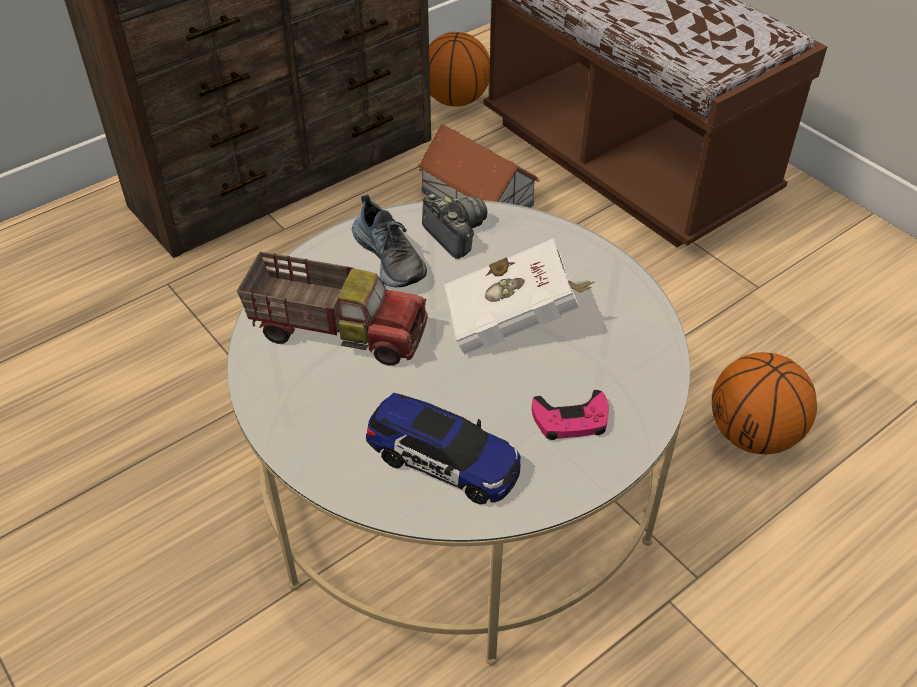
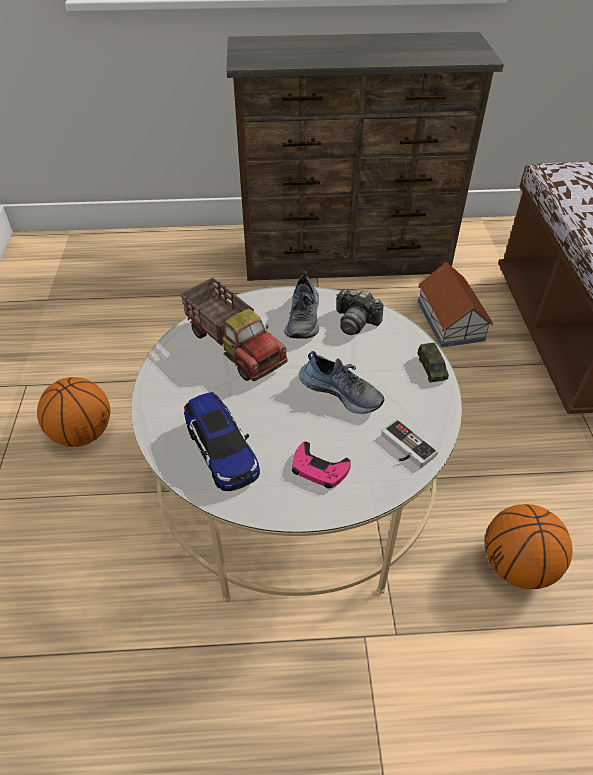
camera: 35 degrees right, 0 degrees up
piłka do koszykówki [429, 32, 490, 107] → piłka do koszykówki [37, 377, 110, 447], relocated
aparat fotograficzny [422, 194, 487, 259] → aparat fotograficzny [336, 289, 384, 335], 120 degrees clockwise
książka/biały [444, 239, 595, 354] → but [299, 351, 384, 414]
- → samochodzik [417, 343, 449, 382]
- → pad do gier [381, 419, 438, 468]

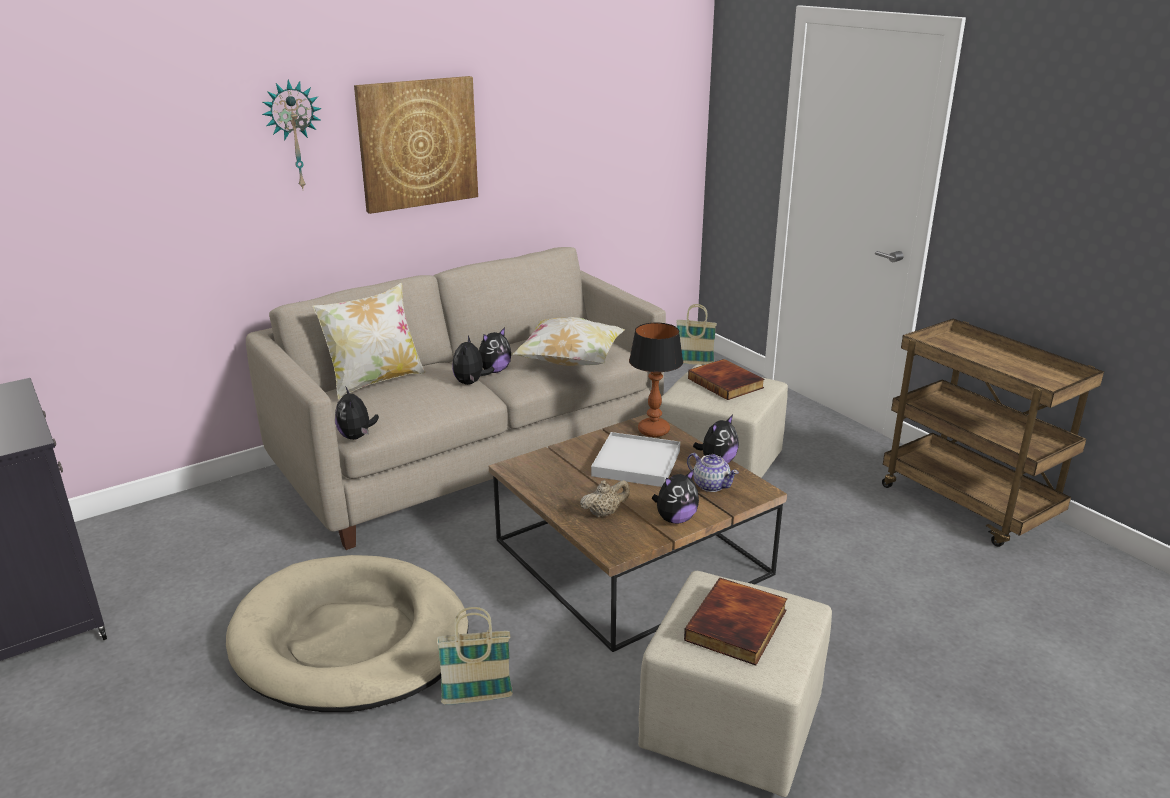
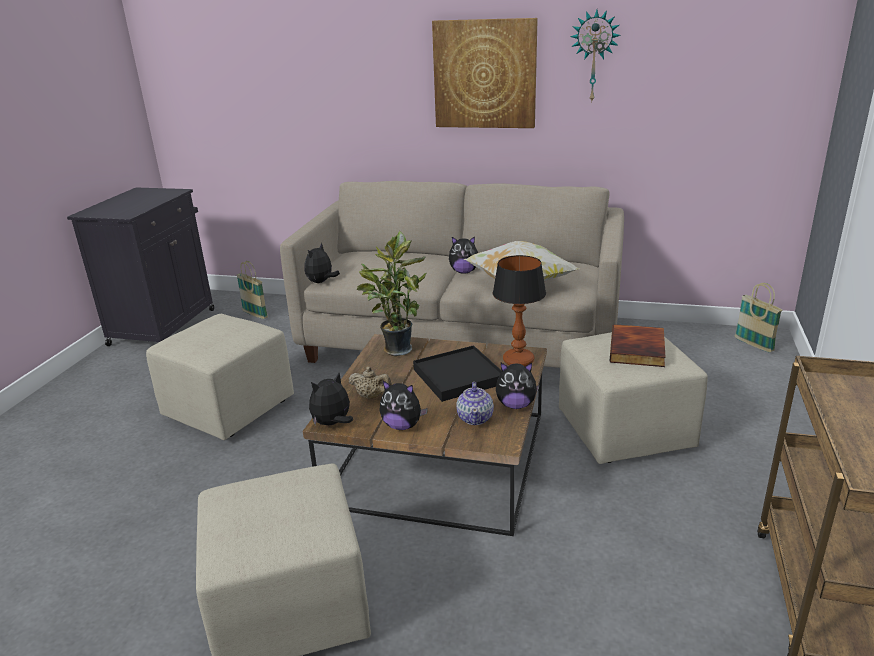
camera: 50 degrees right, 0 degrees up
zegar ścienny [262, 79, 322, 189] → zegar ścienny [570, 10, 621, 103], relocated
poduszka [313, 283, 425, 399] → -
pluszak [452, 335, 495, 385] → pluszak [309, 373, 353, 425], relocated
taca/biały [591, 432, 680, 487] → taca/czarny [413, 345, 502, 402]
legowisko/beżowy [226, 555, 468, 712] → pufa/beżowy [146, 314, 294, 440]
książka [684, 578, 787, 666] → -
koszyk [437, 607, 513, 705] → koszyk [236, 261, 268, 319], relocated
- → roślina doniczkowa [357, 231, 427, 356]

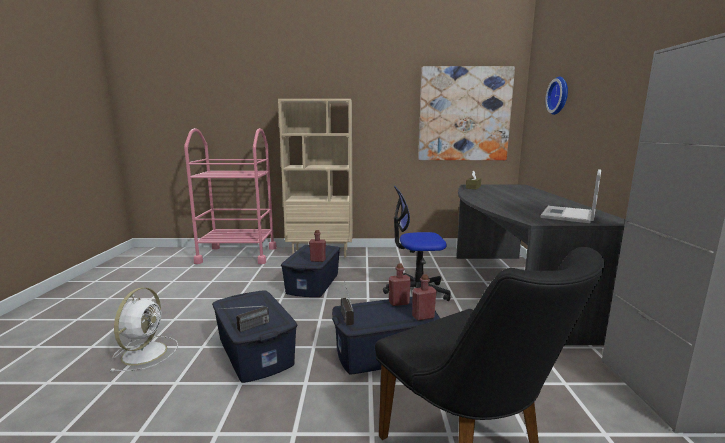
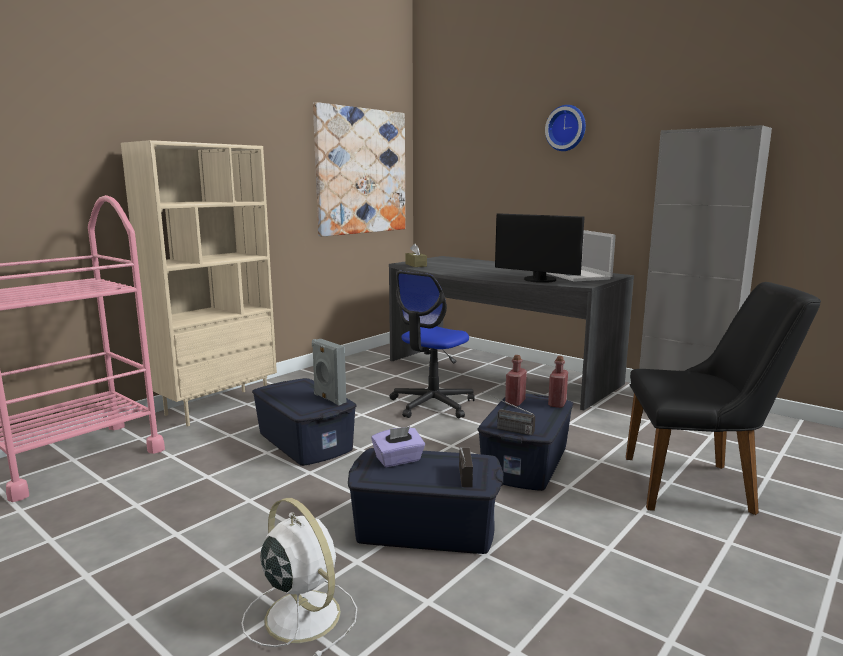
camera: 50 degrees left, 0 degrees up
zegar ścienny [545, 77, 568, 115] → zegar ścienny [545, 105, 586, 151], relocated
butelka/czerwony [309, 230, 326, 262] → głośnik/szary [312, 339, 346, 406]
- → monitor [495, 213, 584, 283]
- → pudełko chusteczek/fioletowy [371, 426, 425, 467]

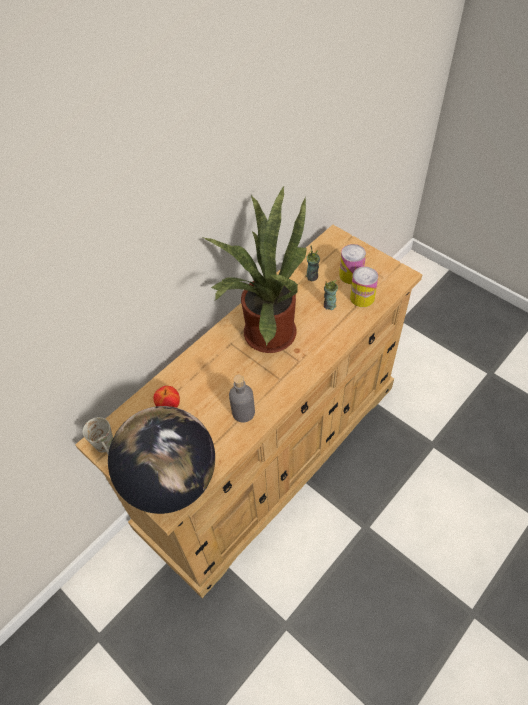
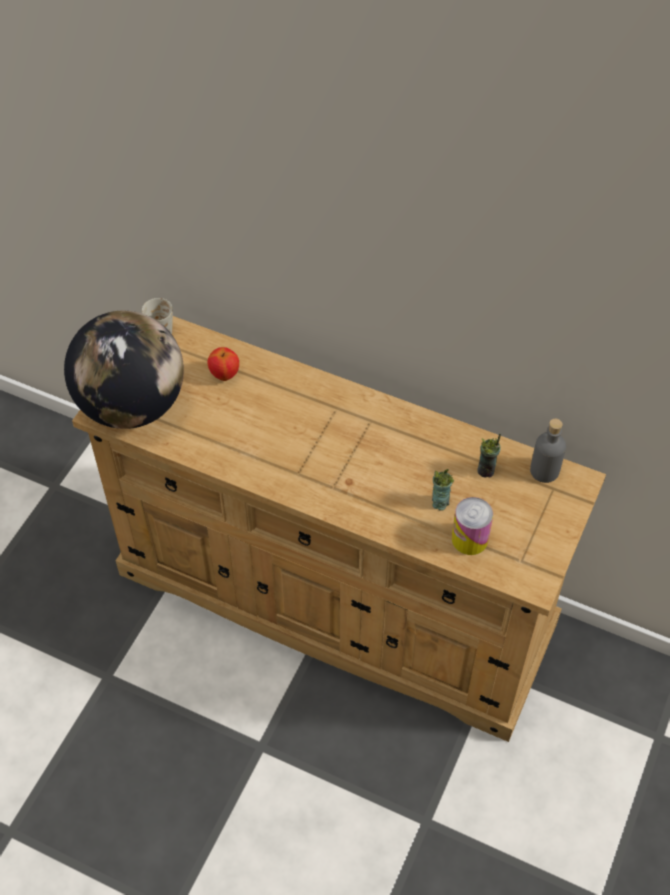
camera: 70 degrees right, 0 degrees up
roślina doniczkowa [204, 185, 307, 353] → -
puszka [339, 244, 366, 284] → -
butelka/szary [229, 375, 255, 423] → butelka/szary [530, 419, 566, 483], relocated

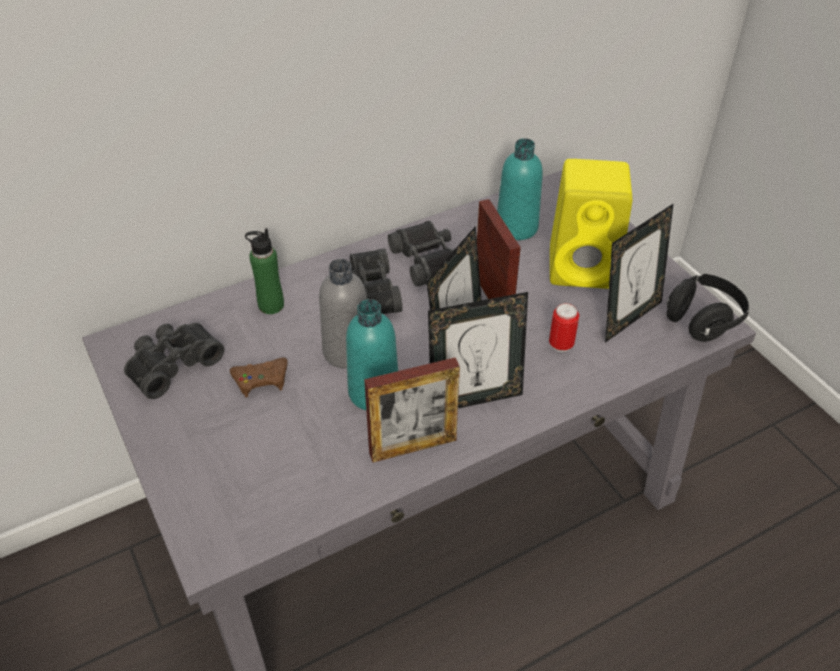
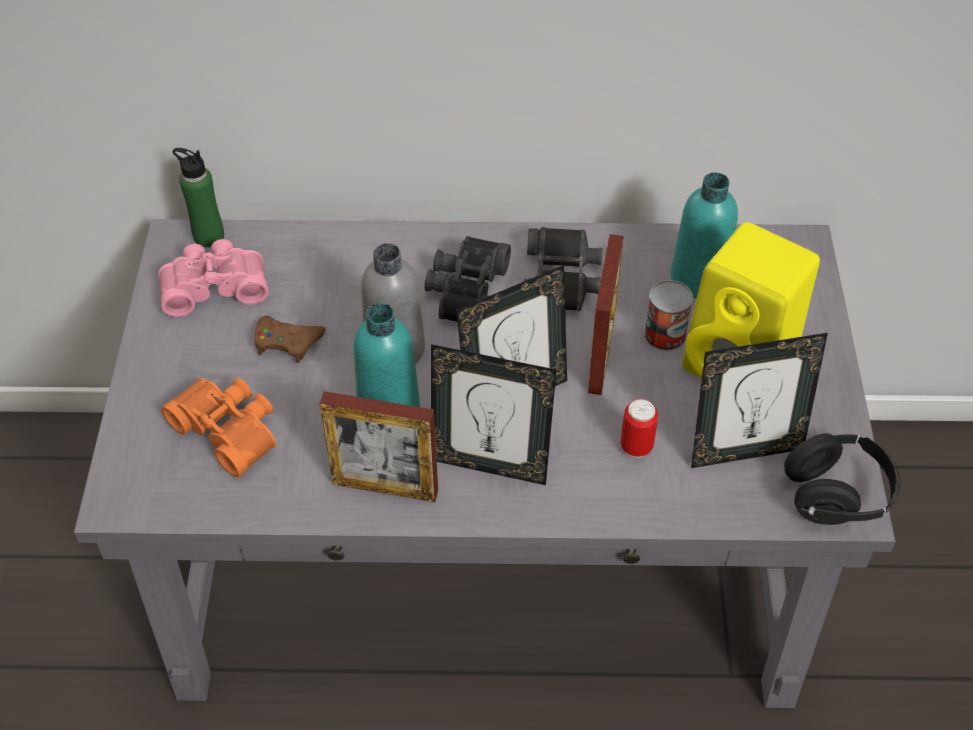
camera: 30 degrees right, 5 degrees up
butelka/zielony [245, 228, 284, 314] → butelka/zielony [173, 148, 224, 247], relocated
lornetka/czarny [124, 323, 224, 399] → lornetka/różowy [158, 239, 269, 317]
- → puszka [644, 280, 693, 351]
- → lornetka/pomarańczowy [161, 378, 276, 478]

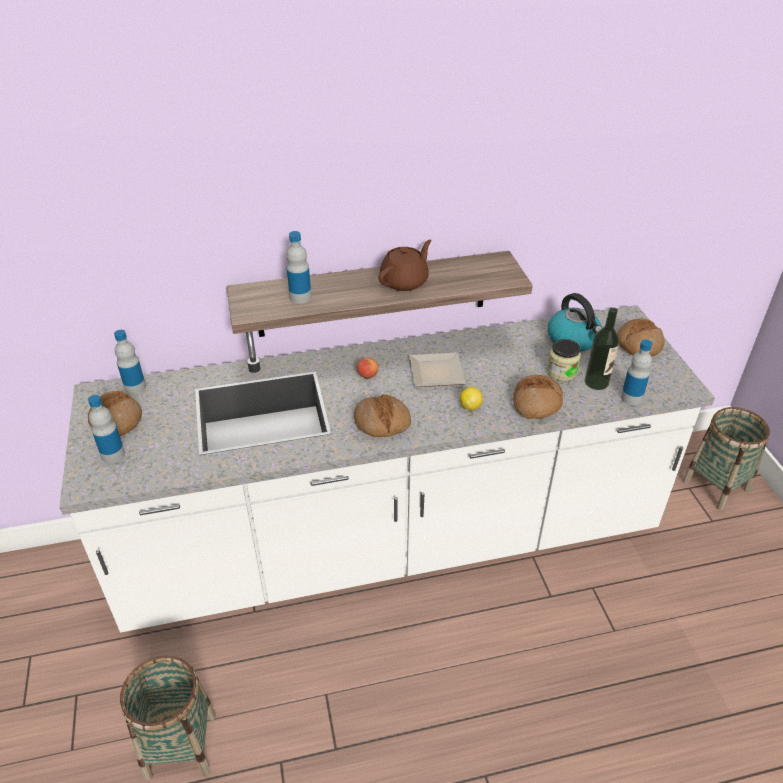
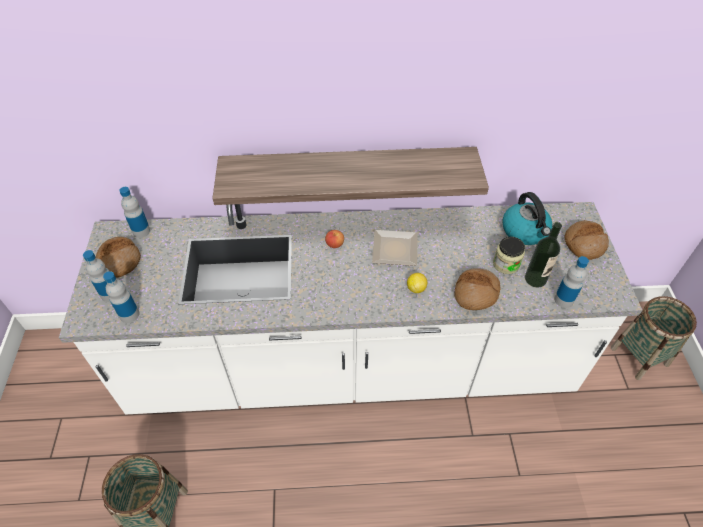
camera: 10 degrees right, 10 degrees up
butelka [286, 231, 312, 304] → butelka [103, 271, 140, 323], relocated
imbryk/brązowy [378, 240, 432, 291] → -
chleb [354, 394, 411, 437] → -

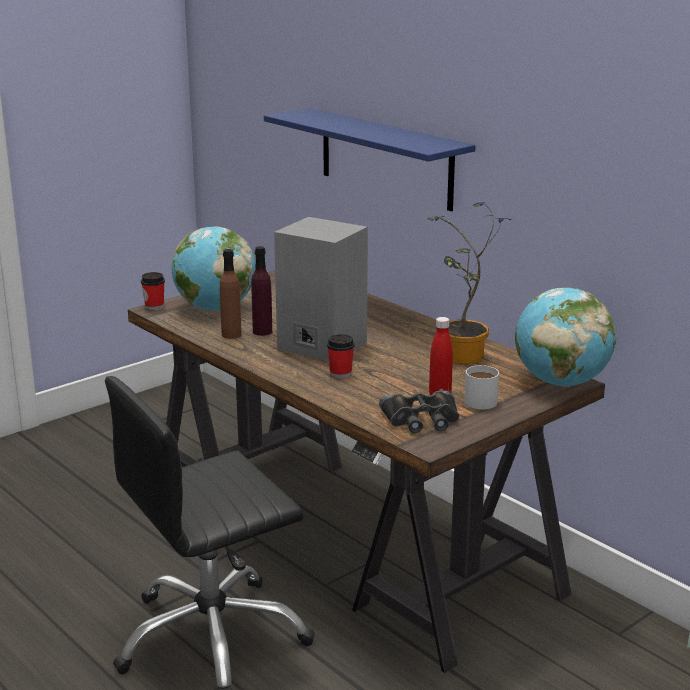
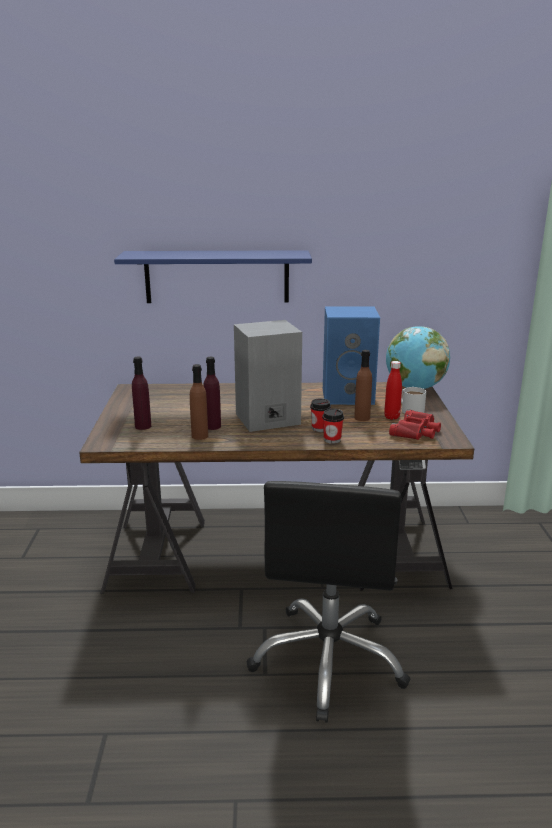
camera: 50 degrees left, 0 degrees up
roślina doniczkowa [427, 202, 512, 364] → głośnik/niebieski [323, 306, 380, 405]
globus [172, 226, 255, 311] → butelka/fioletowy [132, 356, 151, 430]
filiżanka [141, 272, 165, 310] → filiżanka [322, 409, 344, 444], relocated
lornetka/czarny [379, 391, 459, 433] → lornetka/czerwony [389, 409, 441, 440]
- → butelka/brązowy [354, 350, 372, 421]

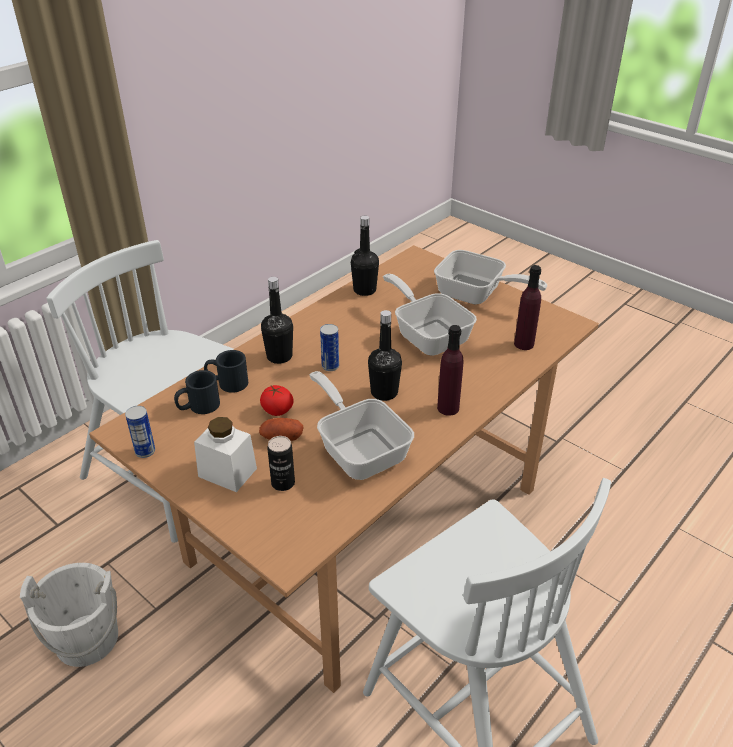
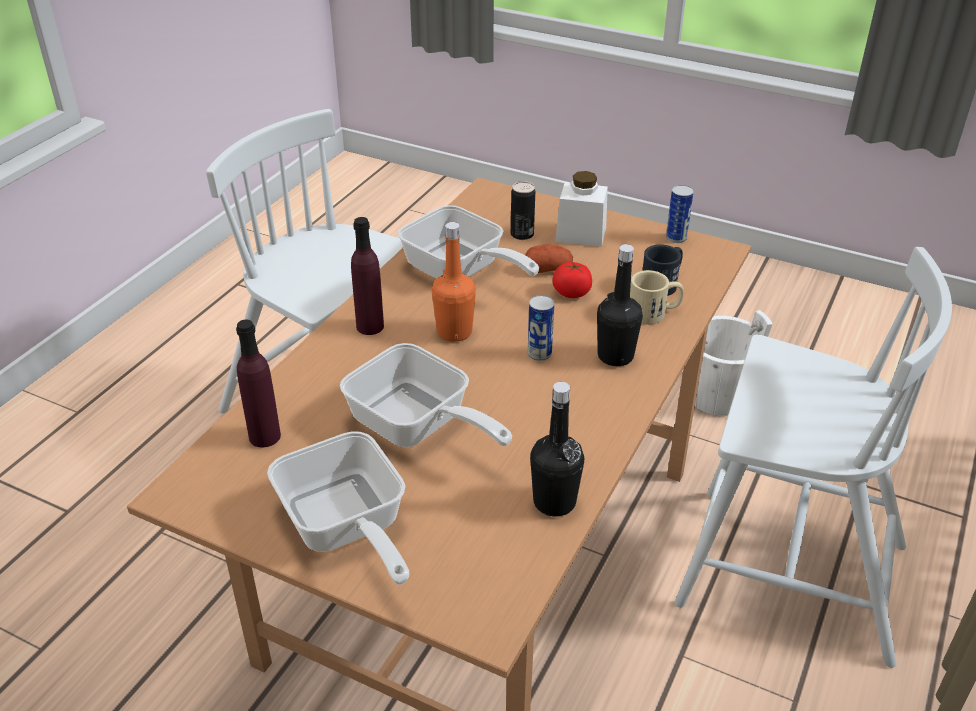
camera: 165 degrees right, 0 degrees up
patelnia [434, 250, 547, 304] → patelnia [267, 431, 410, 585], 135 degrees counterclockwise
butelka/czarny [368, 310, 402, 401] → butelka/pomarańczowy [432, 222, 476, 342]
kubek/czarny [204, 350, 248, 393] → kubek/beżowy [630, 270, 684, 325]

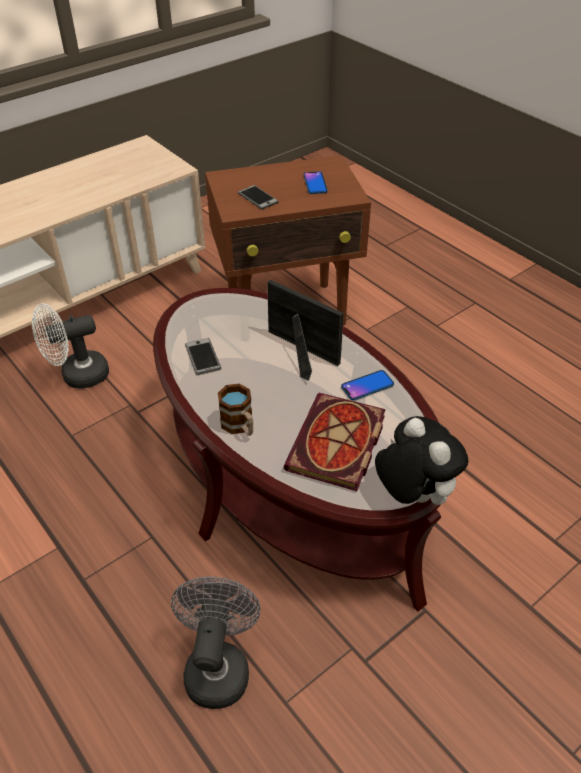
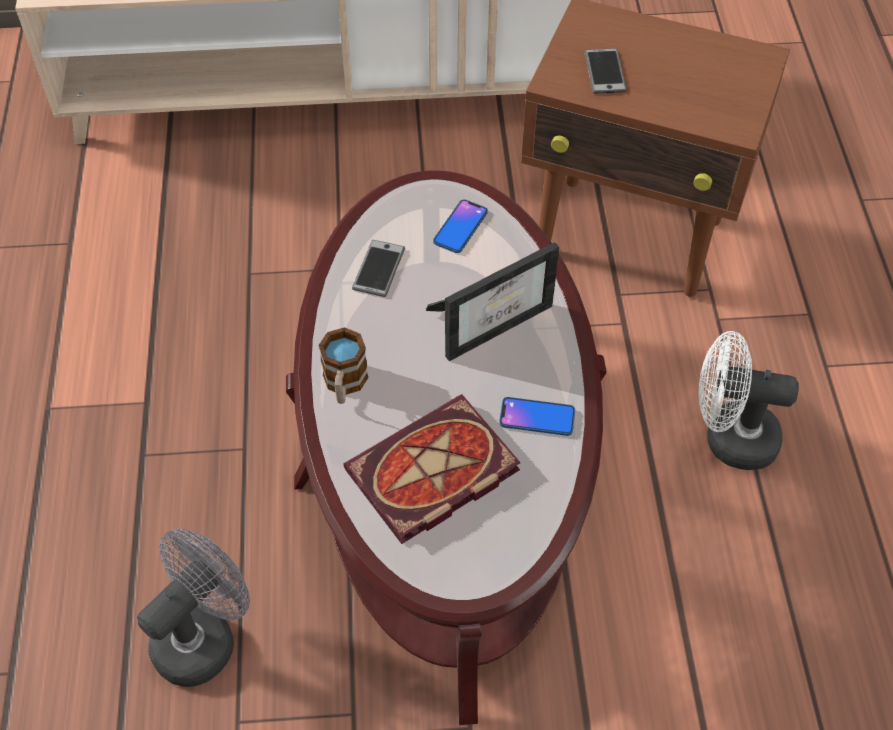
camera: 35 degrees right, 10 degrees up
telefon [304, 172, 328, 194] → telefon [433, 199, 488, 253], relocated
ramka na zdjęcie [267, 280, 344, 380] → ramka na zdjęcie [426, 242, 559, 361], 75 degrees clockwise
wentylator/biały [32, 303, 109, 389] → wentylator/biały [698, 331, 799, 470], relocated
pluszak [375, 416, 469, 505] → -

